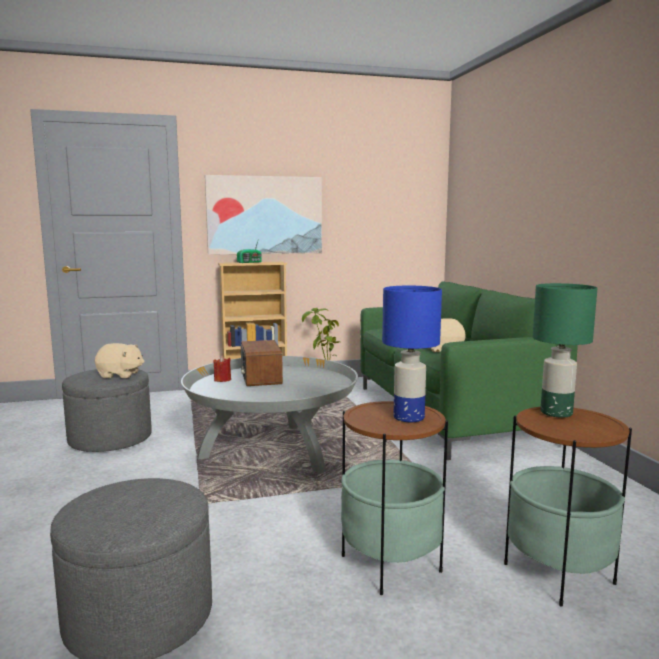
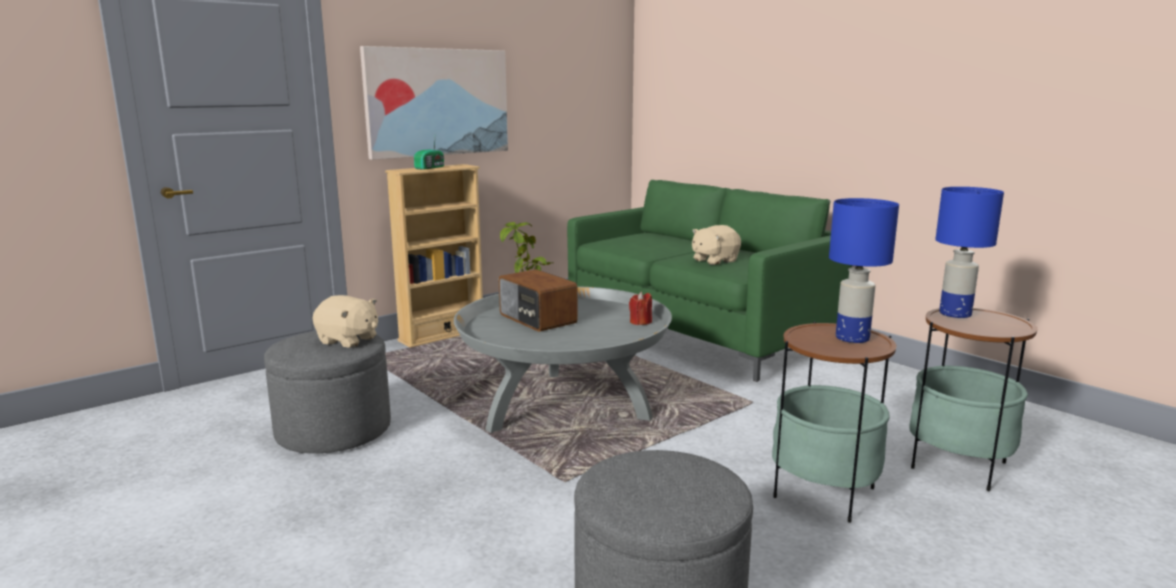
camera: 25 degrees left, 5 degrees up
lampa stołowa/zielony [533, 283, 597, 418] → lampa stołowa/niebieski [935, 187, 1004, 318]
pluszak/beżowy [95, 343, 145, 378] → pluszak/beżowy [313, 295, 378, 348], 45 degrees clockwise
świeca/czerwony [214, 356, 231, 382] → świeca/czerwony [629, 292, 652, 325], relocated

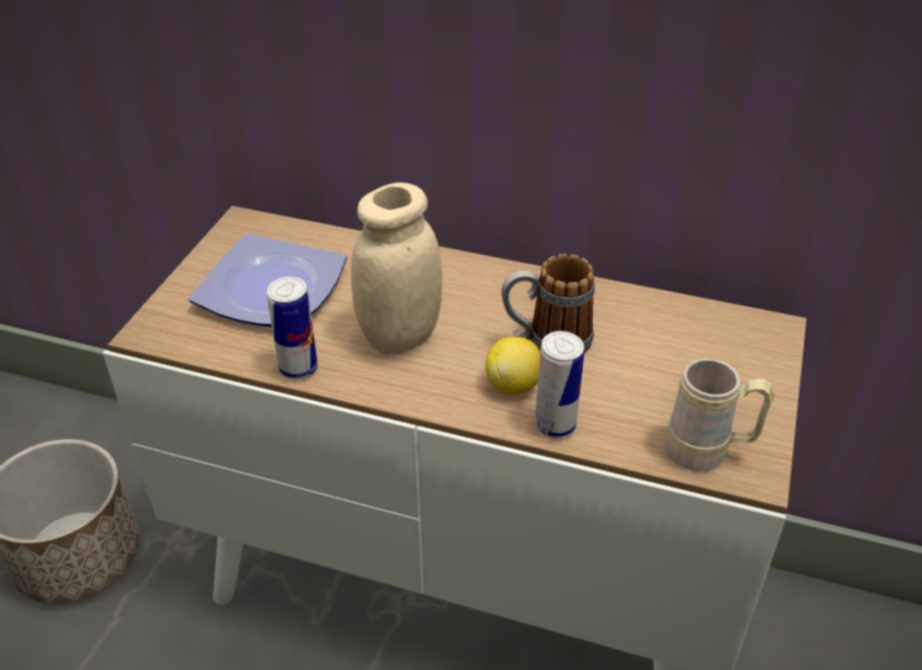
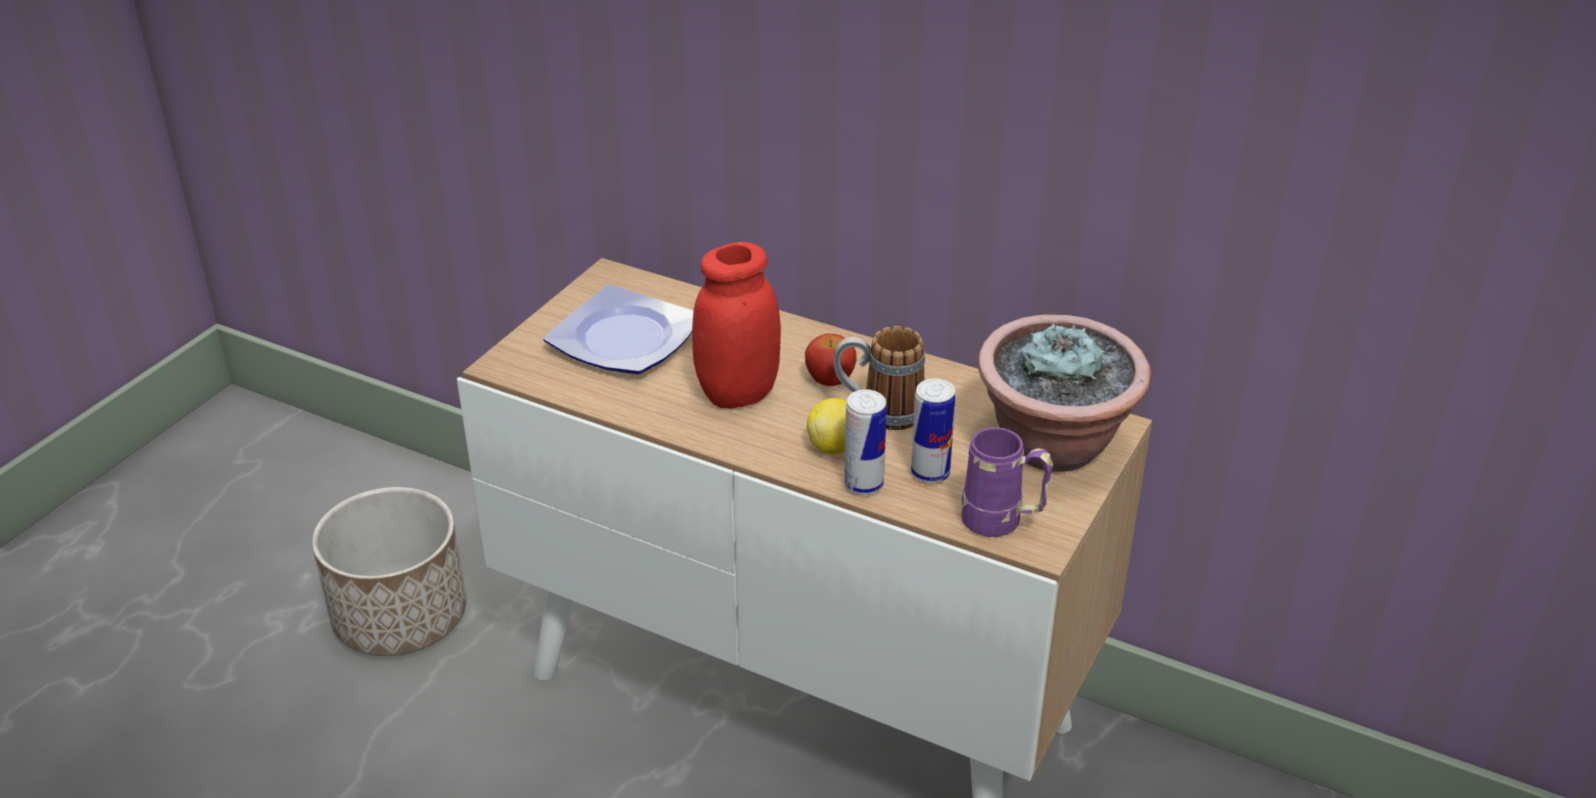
camera: 10 degrees right, 5 degrees down
słoik/beżowy [351, 183, 442, 355] → słoik/czerwony [692, 242, 781, 409]
puszka [267, 276, 318, 380] → puszka [911, 378, 955, 483], relocated
kubek/beżowy [665, 358, 774, 471] → kubek/fioletowy [961, 427, 1053, 537]
- → roślina doniczkowa [978, 314, 1151, 472]
- → jabłko [805, 334, 857, 386]

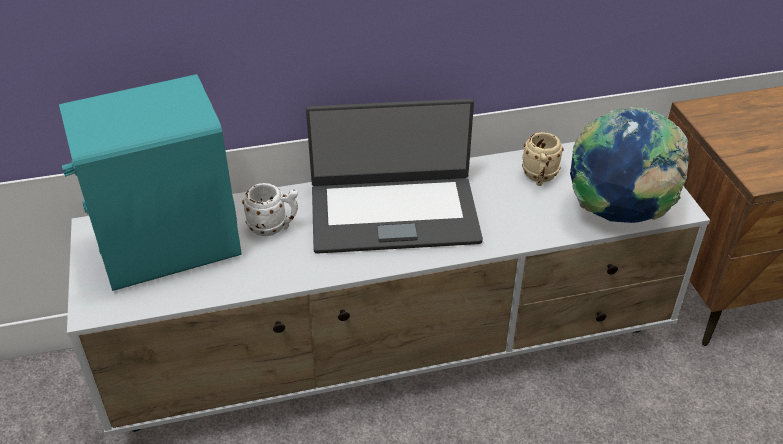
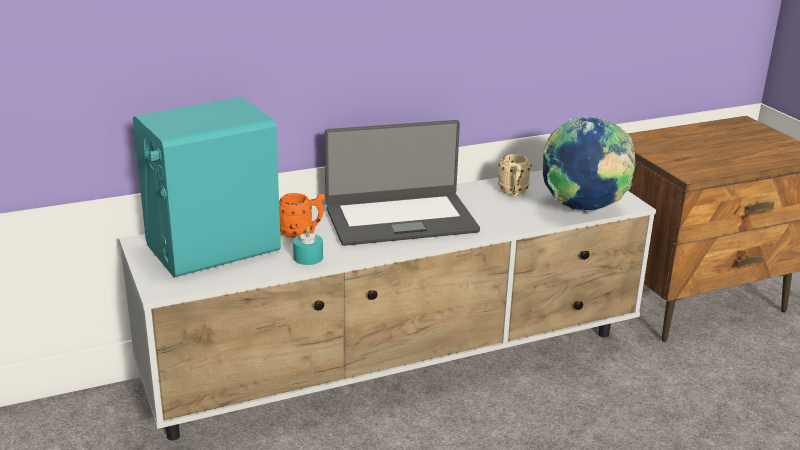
camera: 10 degrees left, 15 degrees down
kubek/biały [242, 183, 298, 236] → kubek/pomarańczowy [279, 193, 325, 238]
- → świeca/turkusowy [293, 226, 323, 265]

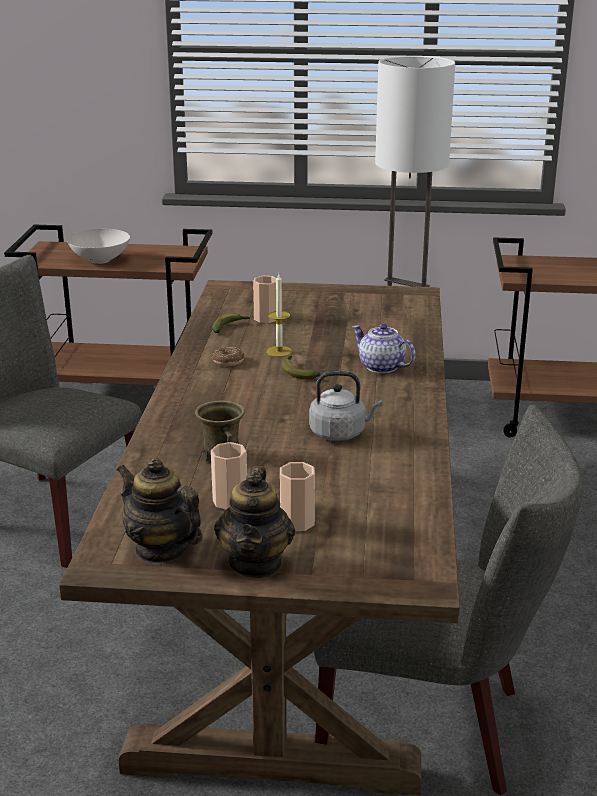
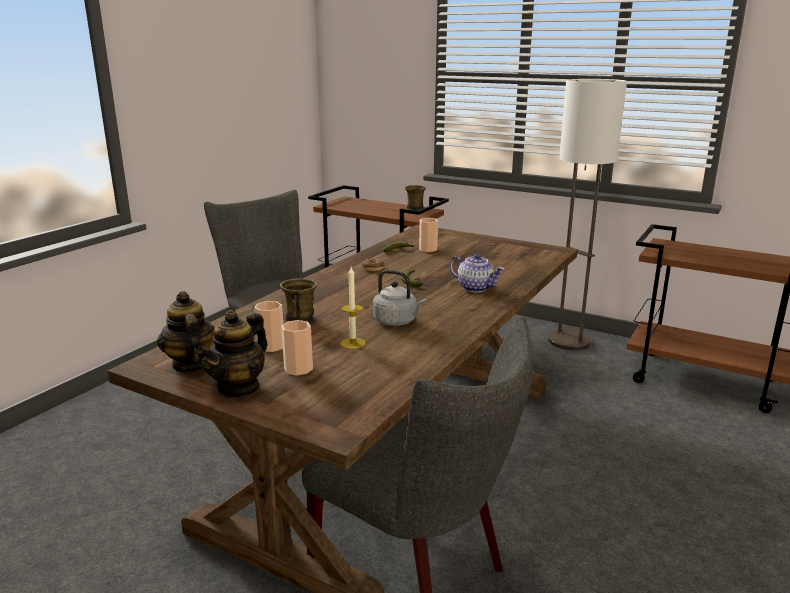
camera: 25 degrees right, 5 degrees down
miska/biały [67, 229, 130, 264] → -
świeca [267, 274, 292, 357] → świeca [341, 267, 366, 349], relocated
imbryk [352, 324, 416, 373] → imbryk [449, 254, 504, 292], 150 degrees clockwise
- → kubek/brązowy [405, 185, 426, 210]

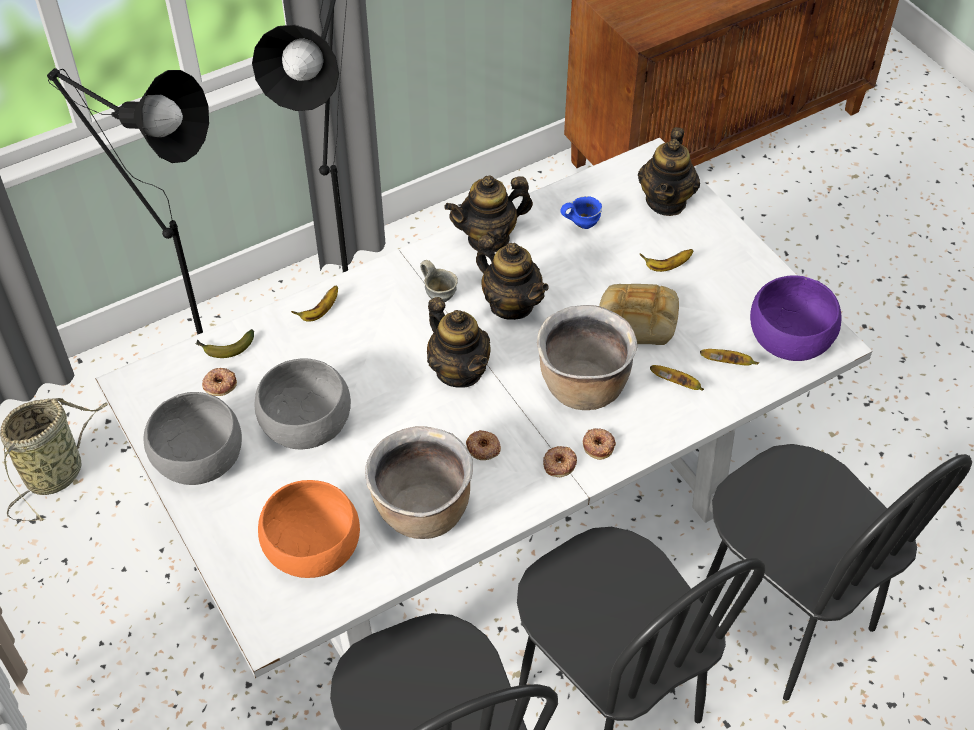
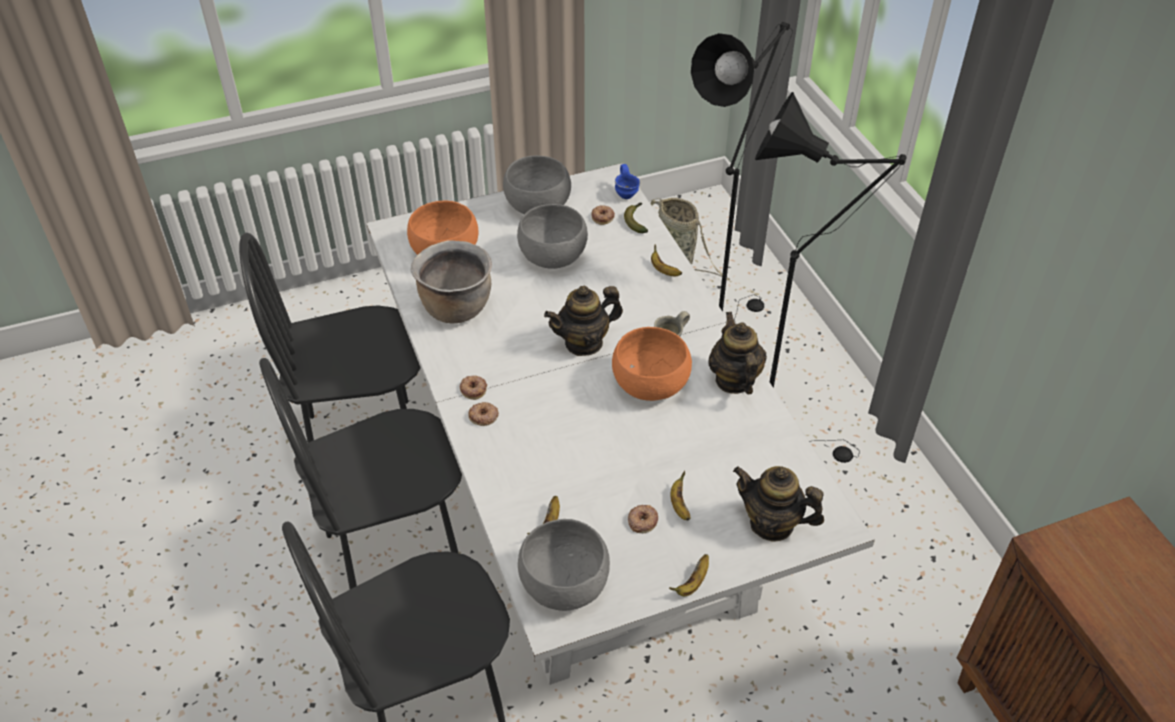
camera: 100 degrees right, 5 degrees down
kubek/niebieski [560, 196, 602, 229] → kubek/niebieski [615, 164, 640, 199], relocated
imbryk [476, 235, 549, 320] → miska/pomarańczowy [612, 327, 692, 401]
miska/fioletowy [750, 275, 842, 361] → miska/szary [518, 519, 610, 611]
chleb [599, 284, 679, 345] → -
garnek/brązowy [537, 305, 638, 410] → -
banan [650, 365, 704, 391] → banan [669, 554, 709, 596], relocated
donut [466, 430, 501, 460] → donut [628, 505, 658, 533], relocated

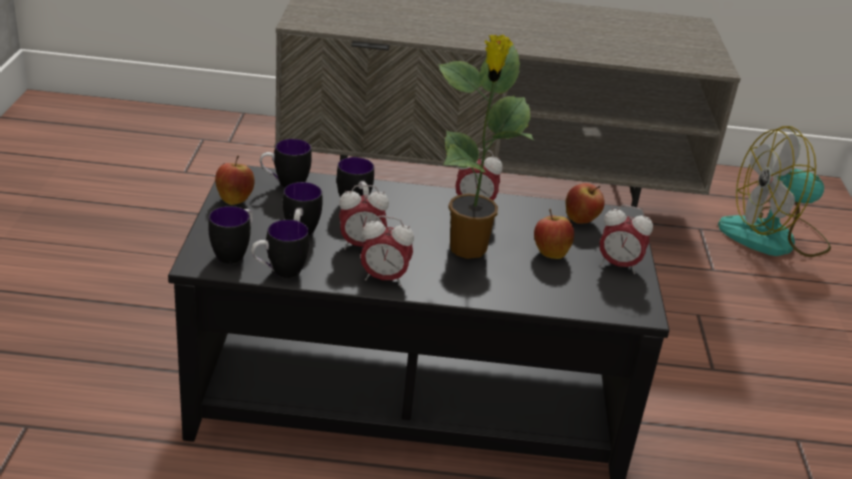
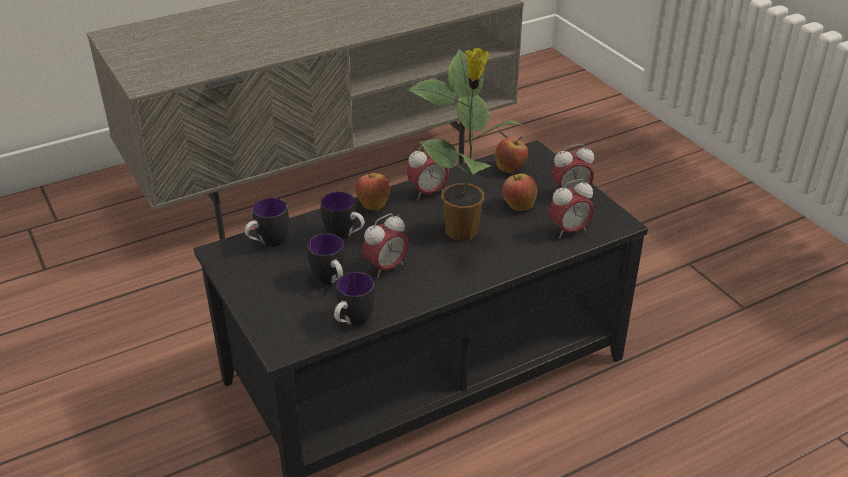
camera: 30 degrees left, 5 degrees up
wentylator [718, 126, 831, 257] → -
jabłko [215, 156, 255, 205] → jabłko [356, 168, 390, 211], relocated
kubek [208, 206, 253, 264] → -
budzik [360, 216, 414, 287] → budzik [549, 179, 594, 239], relocated

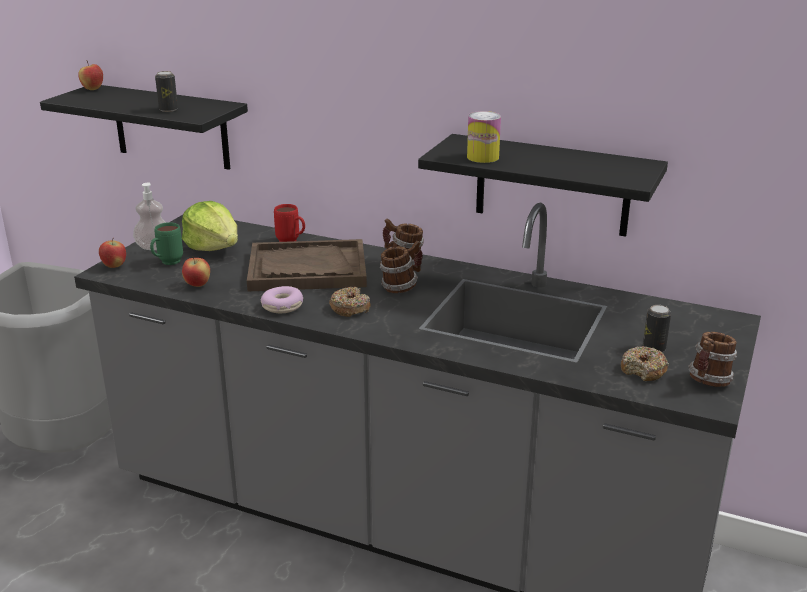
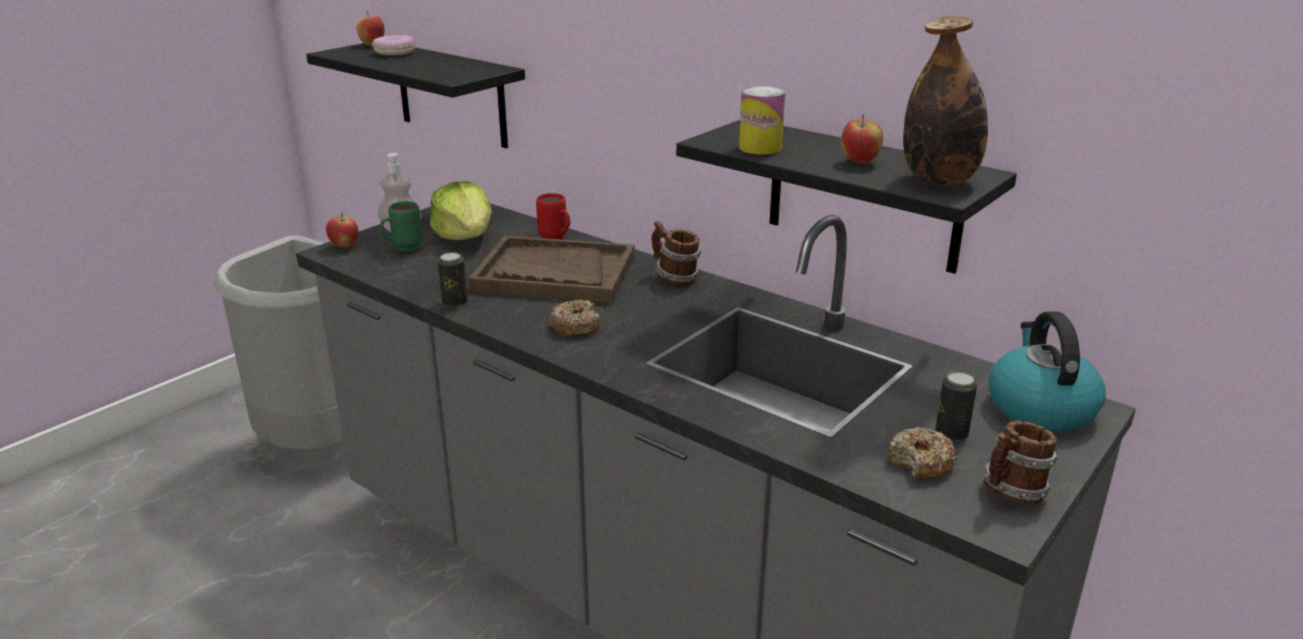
camera: 15 degrees right, 0 degrees up
puszka [155, 71, 178, 112] → puszka [438, 252, 468, 307], relocated
kubek [380, 241, 422, 293] → -
jabłko [182, 256, 210, 287] → jabłko [841, 115, 883, 164], relocated
donut [261, 286, 303, 313] → donut [372, 35, 415, 56], relocated
- → butelka [903, 16, 988, 185]
- → czajnik [989, 312, 1106, 432]

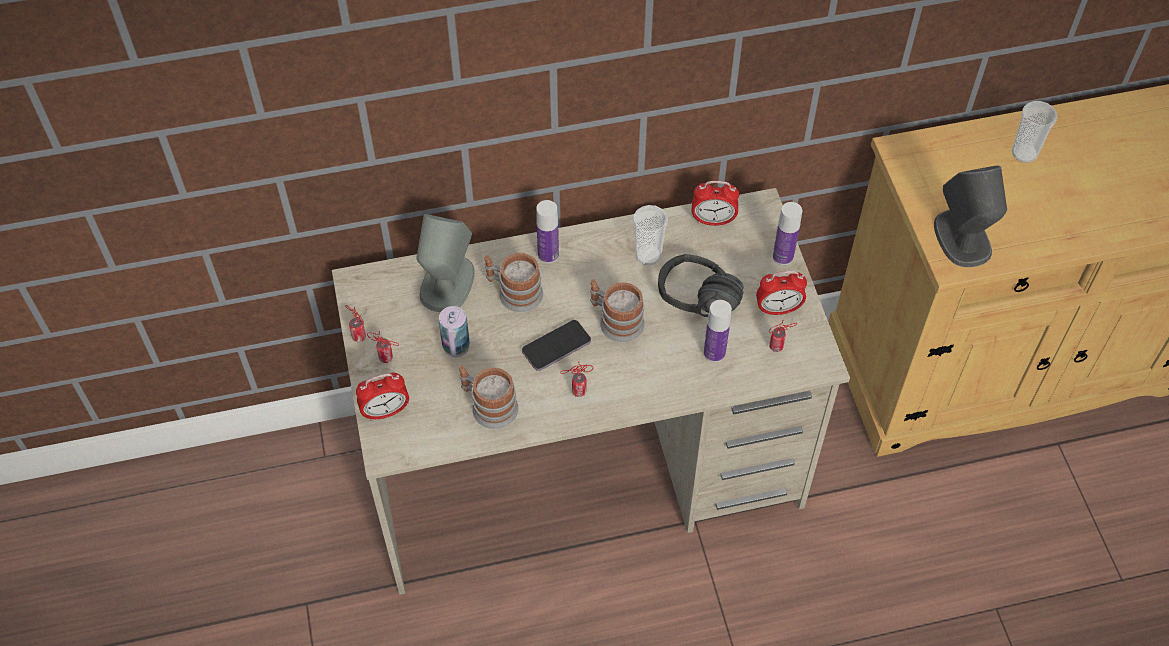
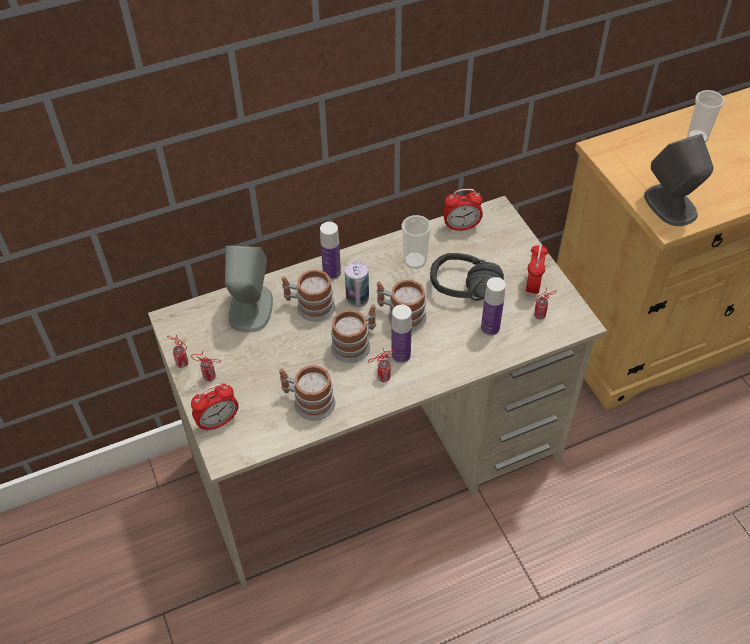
camera: 10 degrees left, 5 degrees down
butelka [772, 202, 802, 265] → butelka [392, 305, 412, 363], relocated
budzik [756, 271, 807, 315] → budzik [526, 243, 548, 297], 60 degrees counterclockwise
puszka [439, 306, 470, 357] → puszka [345, 262, 369, 308], relocated
telefon [522, 320, 591, 371] → kubek [331, 304, 376, 363]

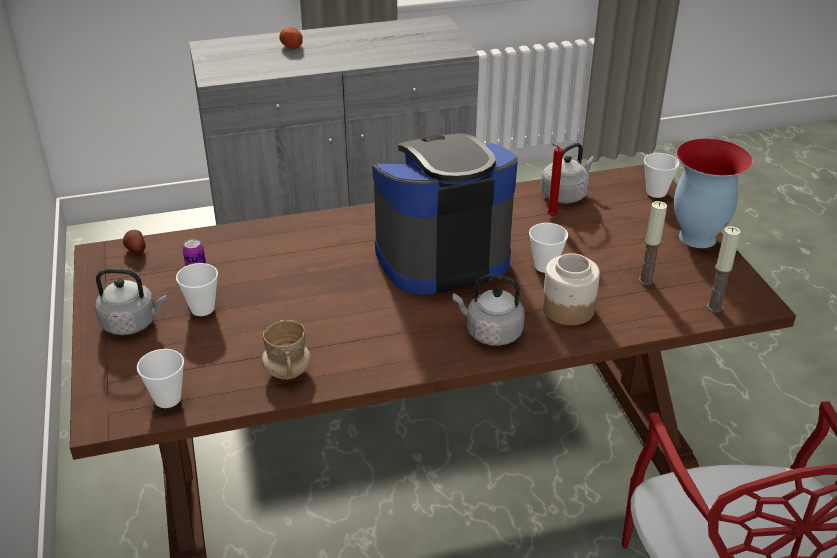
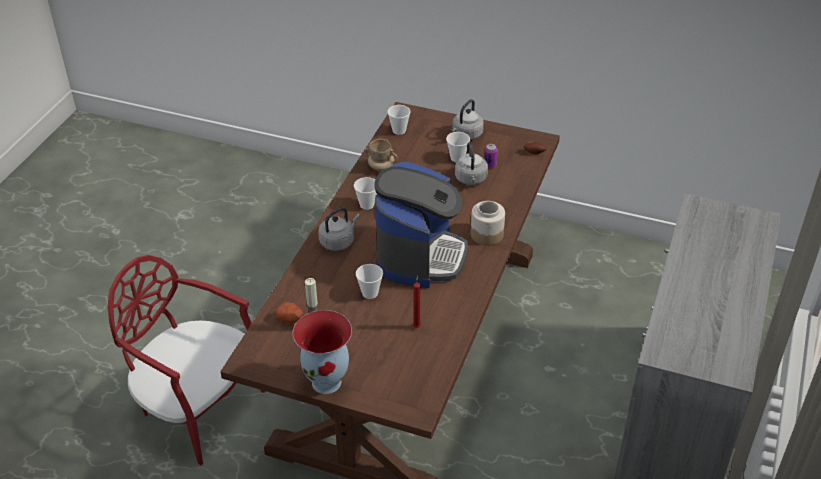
camera: 125 degrees right, 5 degrees up
ziemniak [279, 27, 303, 49] → ziemniak [276, 302, 303, 323], relocated
czajnik/szary [541, 143, 595, 203] → czajnik/szary [455, 142, 488, 185], relocated
filiżanka [644, 153, 680, 198] → filiżanka [354, 177, 377, 210], relocated
świeca [707, 226, 741, 312] → -
słoik [542, 253, 600, 325] → słoik [471, 201, 505, 246], relocated

